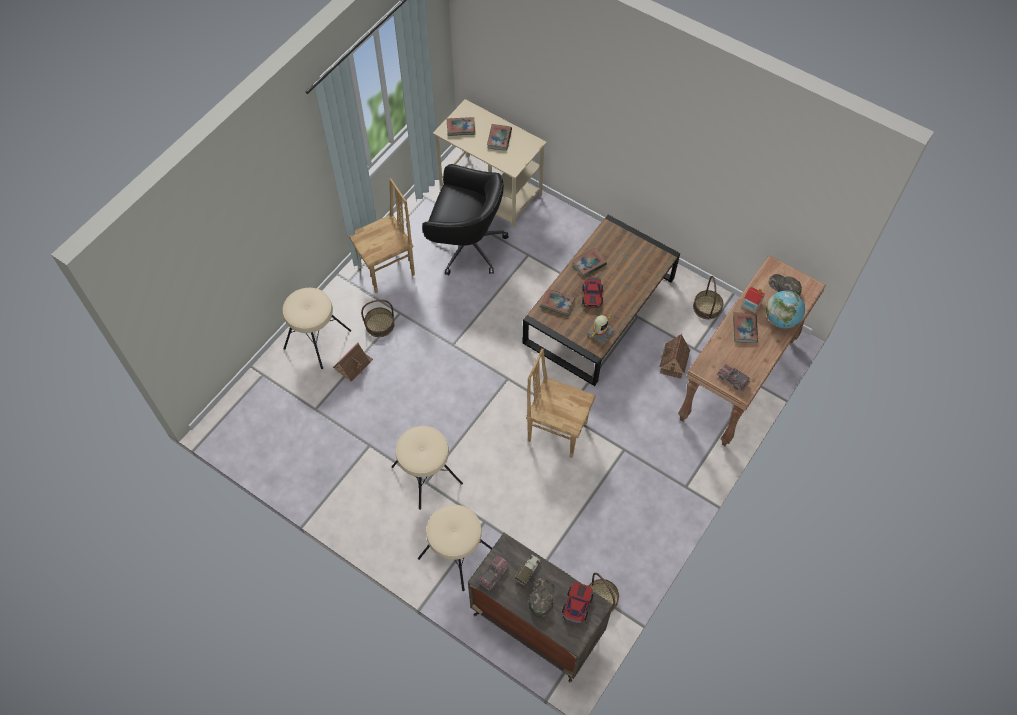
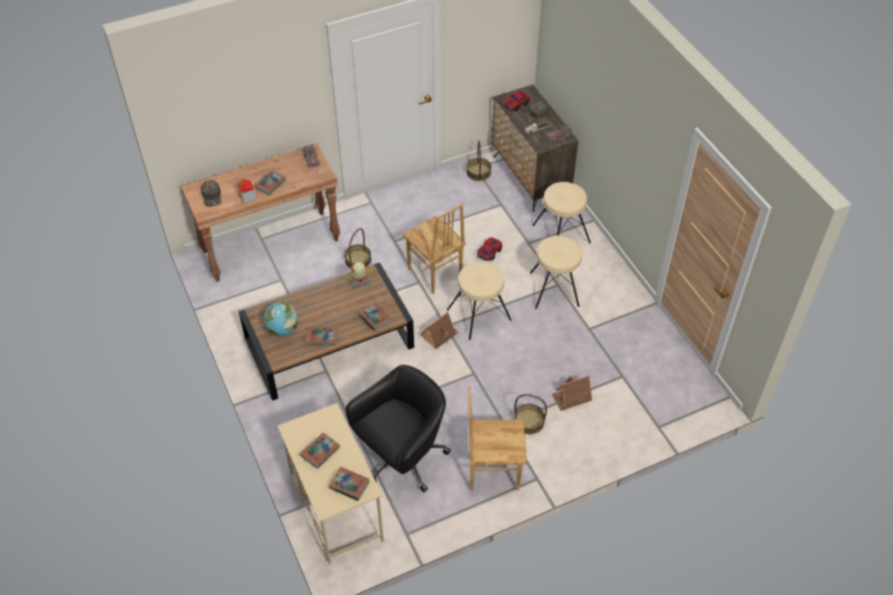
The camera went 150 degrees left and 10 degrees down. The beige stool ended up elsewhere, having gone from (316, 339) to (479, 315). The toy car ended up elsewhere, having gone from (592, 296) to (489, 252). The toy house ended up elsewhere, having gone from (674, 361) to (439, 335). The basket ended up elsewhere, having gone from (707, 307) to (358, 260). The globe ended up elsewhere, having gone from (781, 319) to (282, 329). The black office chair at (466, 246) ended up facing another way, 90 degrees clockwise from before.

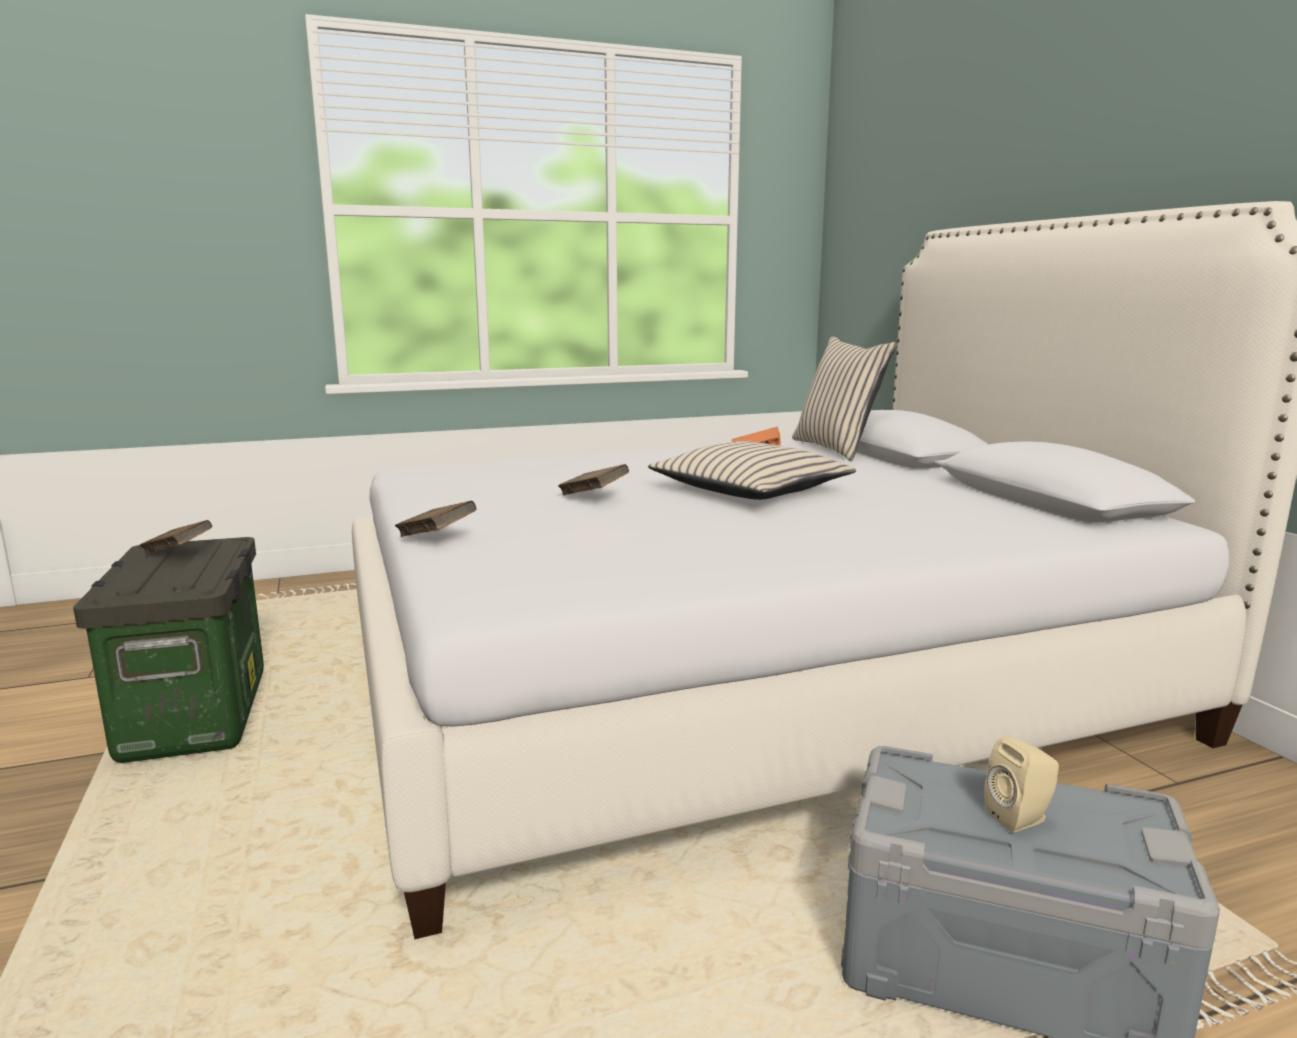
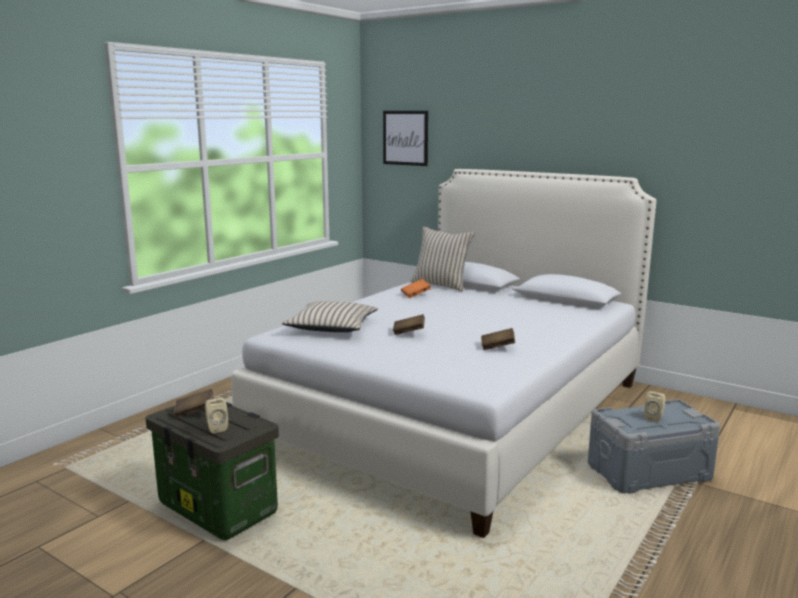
The camera went 35 degrees left and 0 degrees up. The second view gained the beige speaker at (216, 428). The second view gained the picture at (405, 138). The brown book ended up elsewhere, having gone from (436, 538) to (497, 347). The beige pillow ended up elsewhere, having gone from (750, 490) to (332, 327).

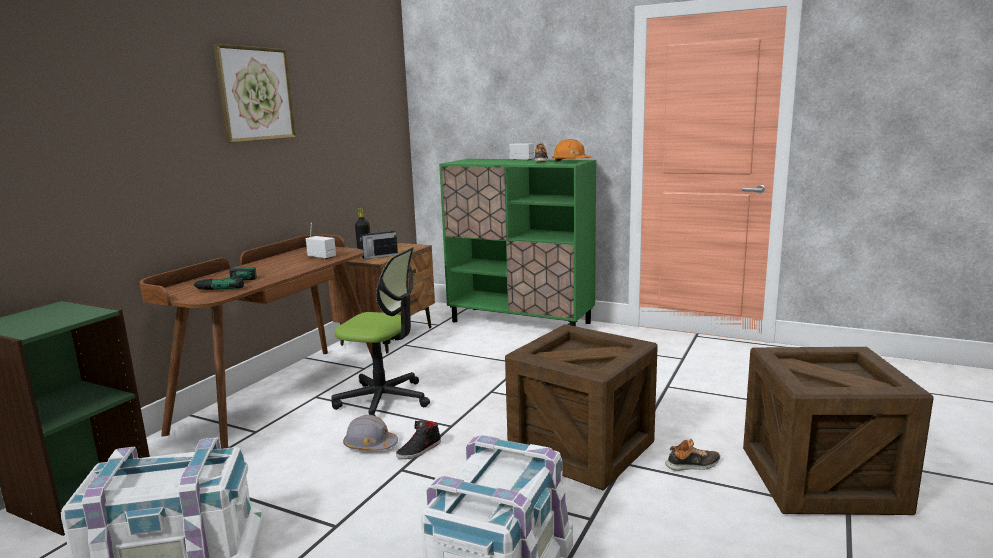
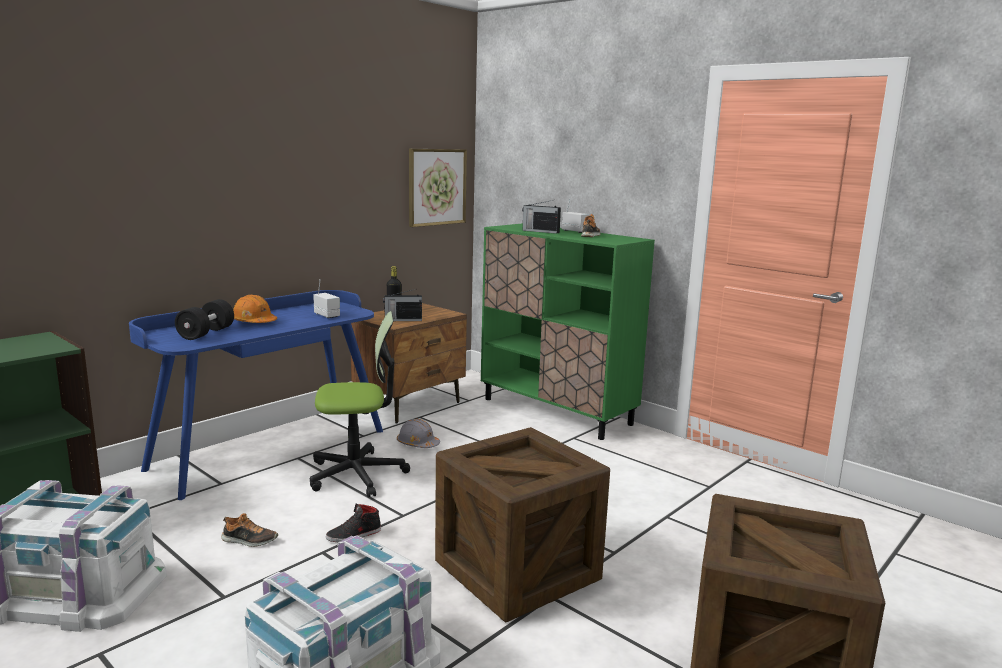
The camera went 15 degrees right and 0 degrees up. The second view gained the radio at (540, 231). The picture ended up elsewhere, having gone from (255, 94) to (437, 187). The grey hard hat ended up elsewhere, having gone from (370, 445) to (417, 444). The orange hard hat ended up elsewhere, having gone from (570, 161) to (254, 322). The shoe ended up elsewhere, having gone from (693, 465) to (249, 540). Where the power drill stood at (221, 285), the black dumbbell came to stand at (206, 333). What was the brown desk at (281, 394) turned into the blue desk at (269, 448). The office chair at (383, 400) ended up facing another way, 45 degrees counterclockwise from before.

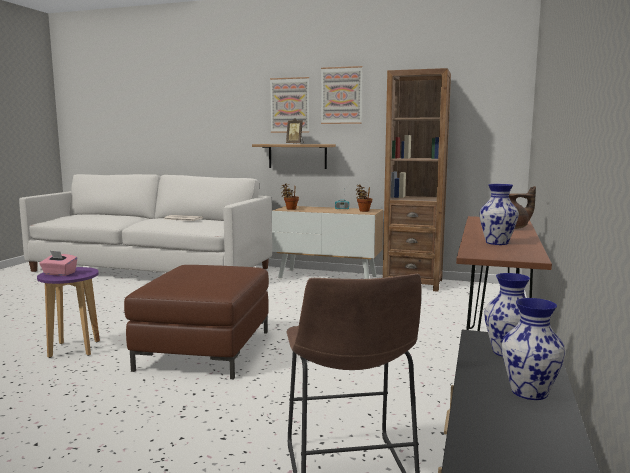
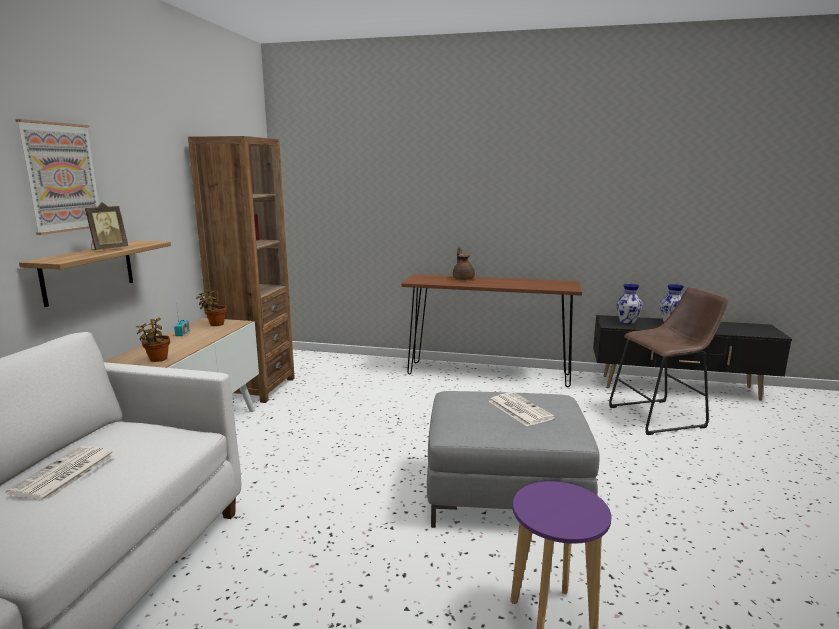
The camera went 95 degrees left and 5 degrees up. The second view lost the pink tissue box at (59, 273). The second view lost the picture at (341, 95). The second view lost the vase at (497, 243). The second view gained the newspaper at (519, 409). What was the brown ottoman at (205, 350) turned into the grey ottoman at (505, 494).

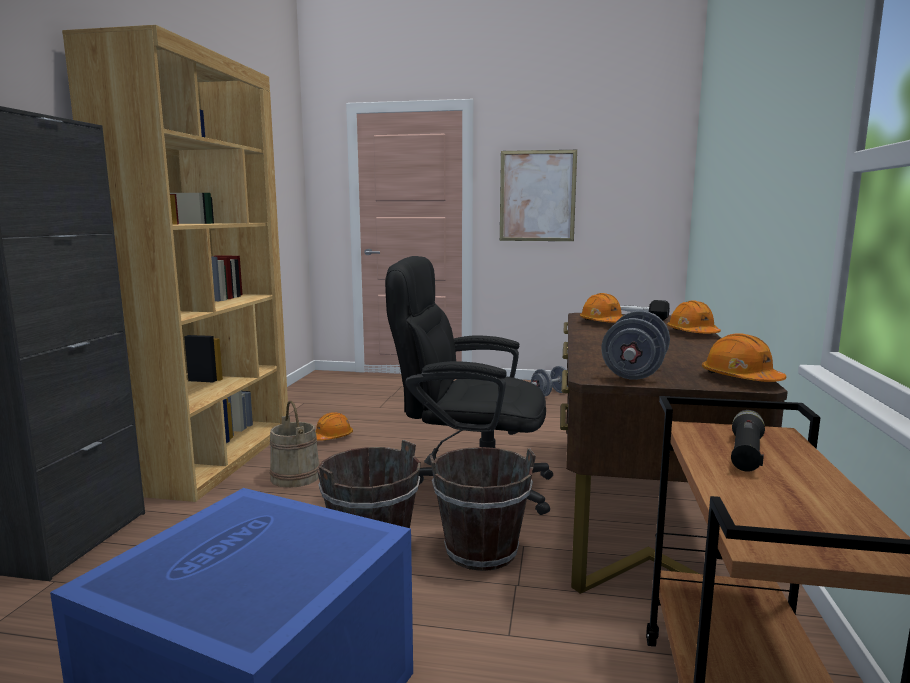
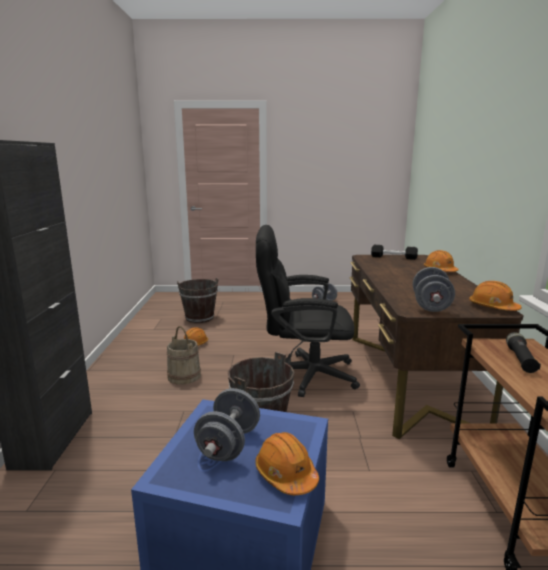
The camera went 10 degrees left and 5 degrees up. The second view lost the brown bookcase at (215, 459). The second view lost the picture at (537, 196). The second view gained the grey dumbbell at (228, 444). The brown bucket ended up elsewhere, having gone from (481, 551) to (199, 318). The orange hard hat ended up elsewhere, having gone from (602, 323) to (286, 474).

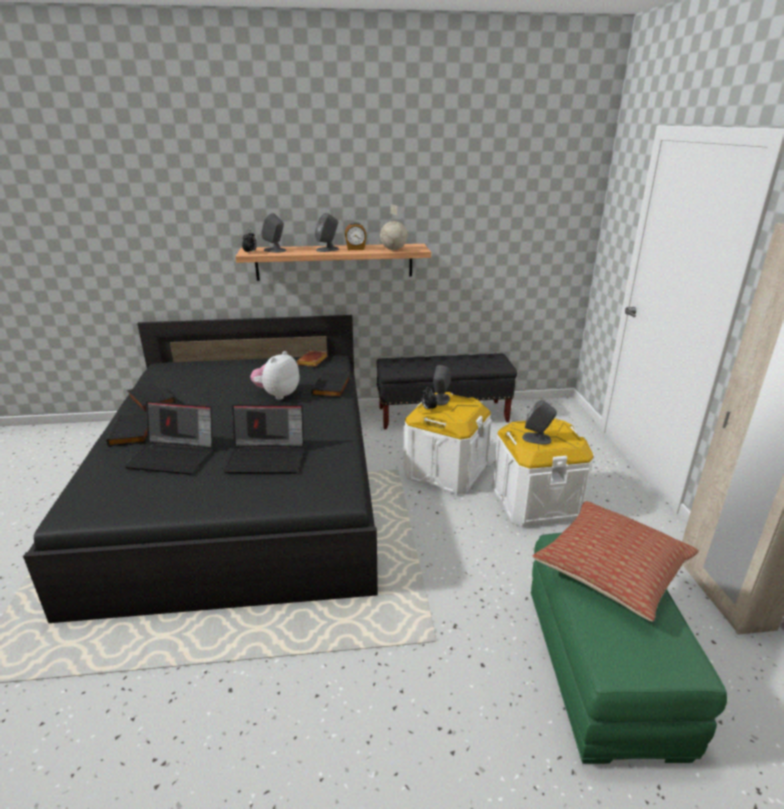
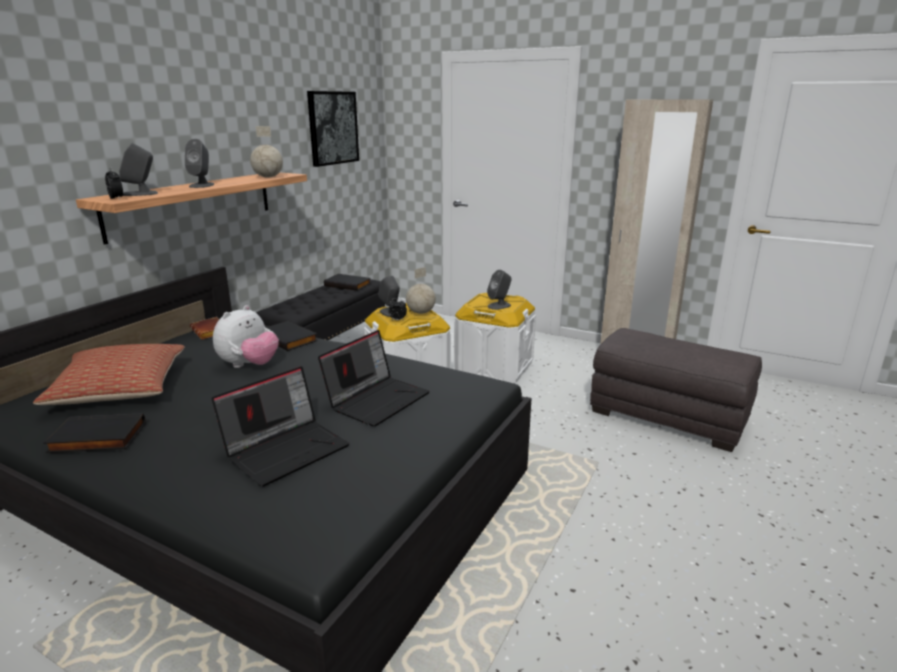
The camera went 55 degrees left and 5 degrees down. The second view lost the alarm clock at (356, 249). The second view gained the picture at (332, 128). The second view gained the globe at (421, 312). The black book ended up elsewhere, having gone from (133, 432) to (348, 284). The pillow ended up elsewhere, having gone from (611, 570) to (119, 389). What was the green ottoman at (603, 672) turned into the grey ottoman at (669, 416). The plush toy at (277, 395) ended up facing another way, 120 degrees counterclockwise from before.

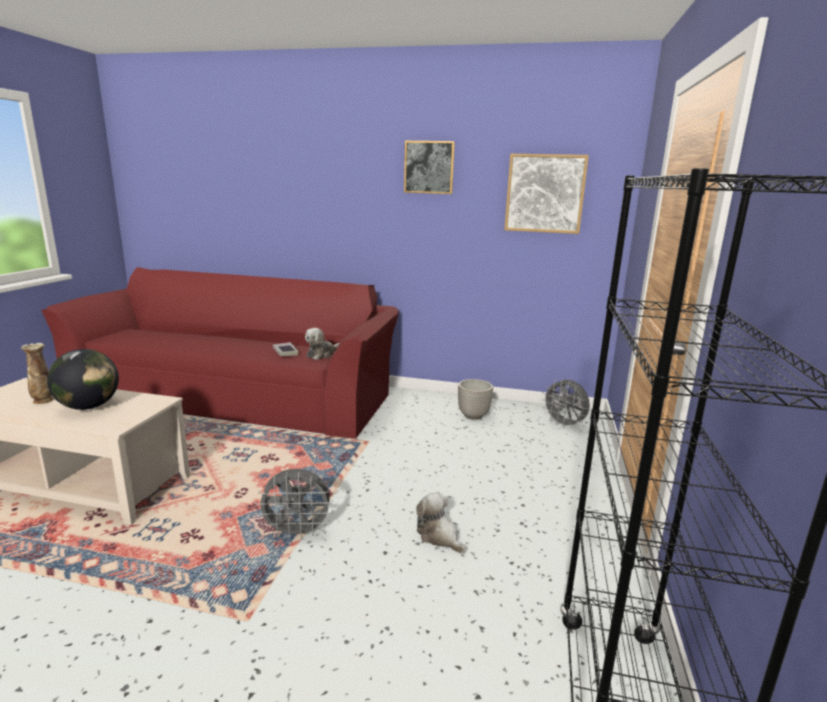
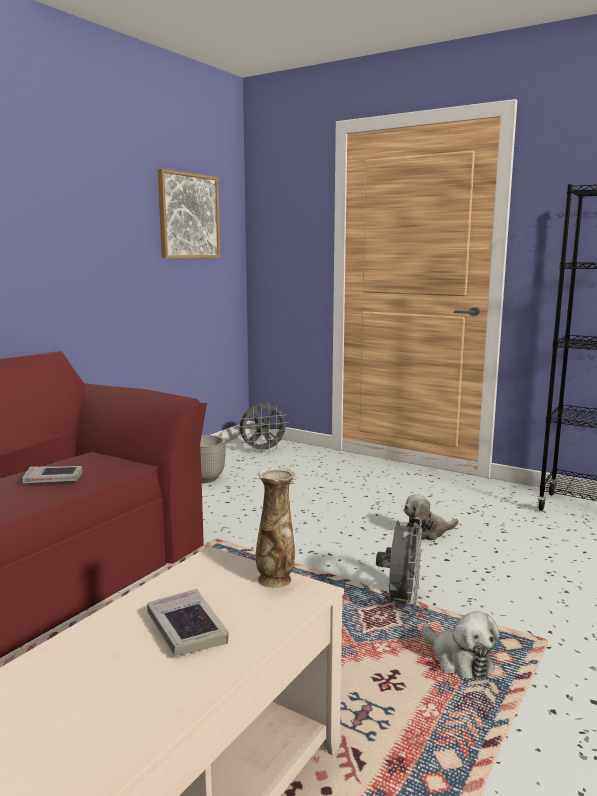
The camera went 70 degrees left and 5 degrees down. The second view lost the picture at (429, 167). The vase ended up elsewhere, having gone from (43, 401) to (276, 579). The plush toy ended up elsewhere, having gone from (321, 354) to (459, 660). Where the globe stood at (89, 407), the book came to stand at (186, 629).

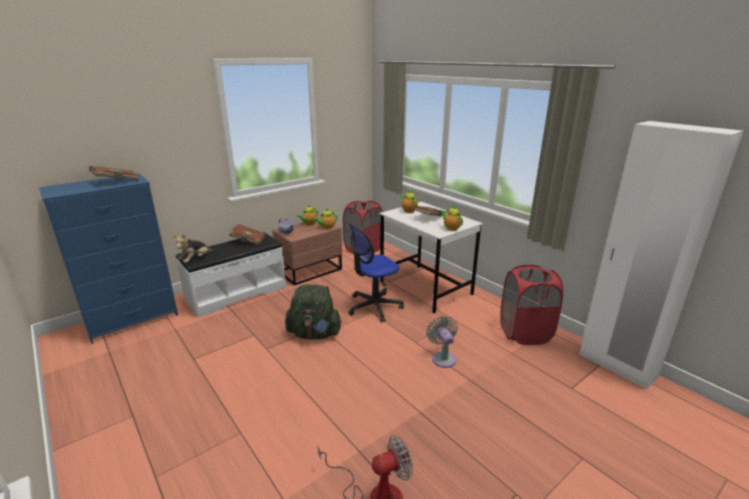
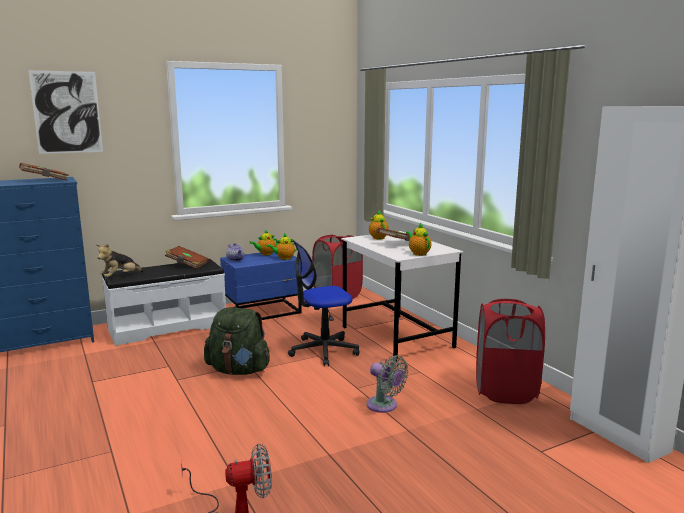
The camera went 10 degrees right and 10 degrees down. The second view gained the picture at (67, 112). What was the brown nightstand at (311, 271) turned into the blue nightstand at (263, 312). The grey fan at (443, 358) ended up facing another way, 135 degrees clockwise from before.

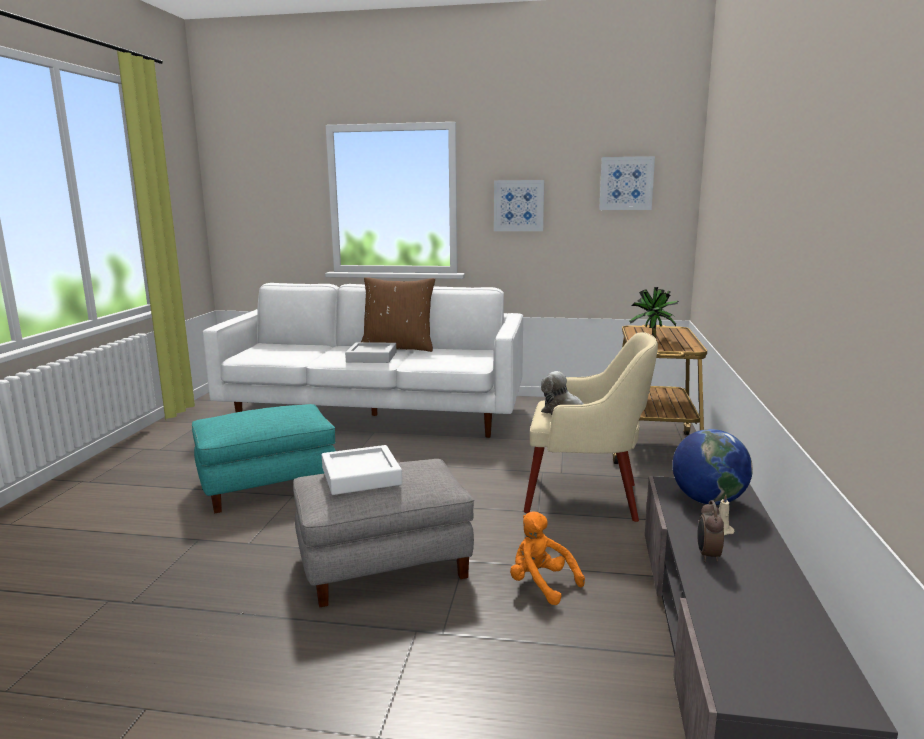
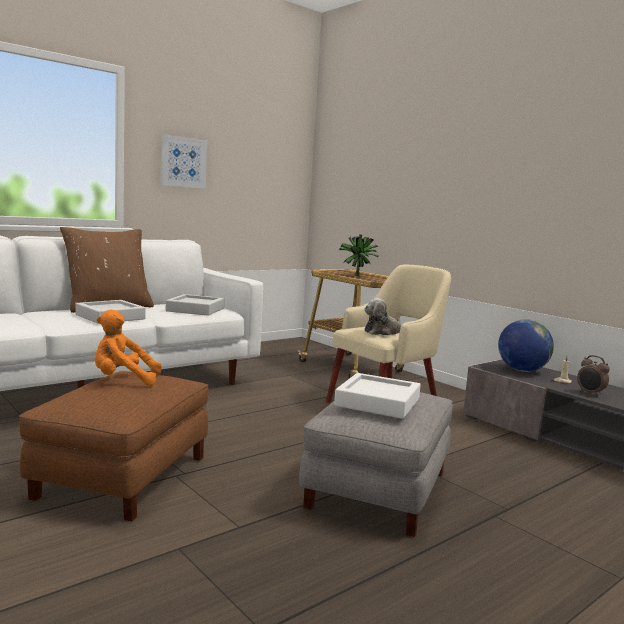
The camera went 50 degrees left and 5 degrees down. The second view lost the picture at (626, 183). The second view gained the grey tray at (195, 310). The orange plush toy ended up elsewhere, having gone from (541, 584) to (123, 380). What was the turquoise ottoman at (268, 484) turned into the brown ottoman at (122, 476).

